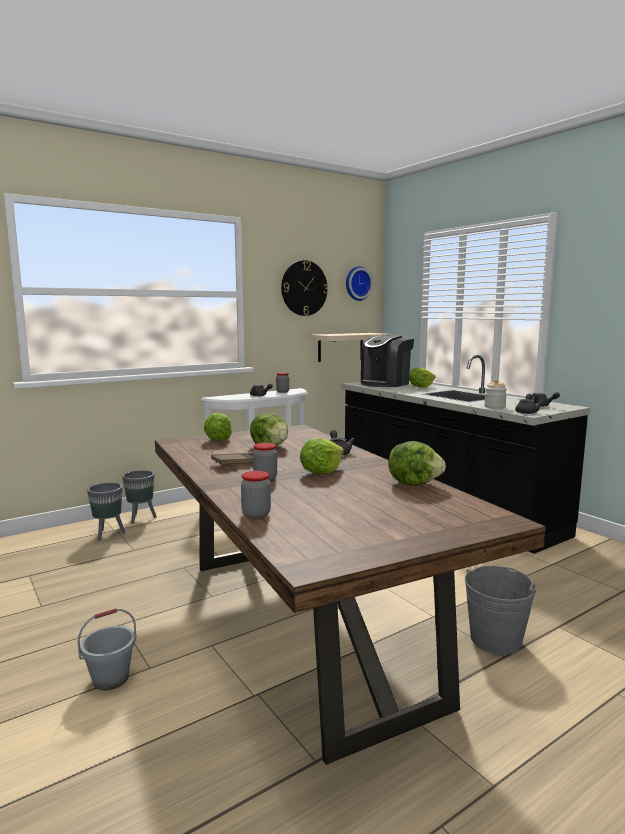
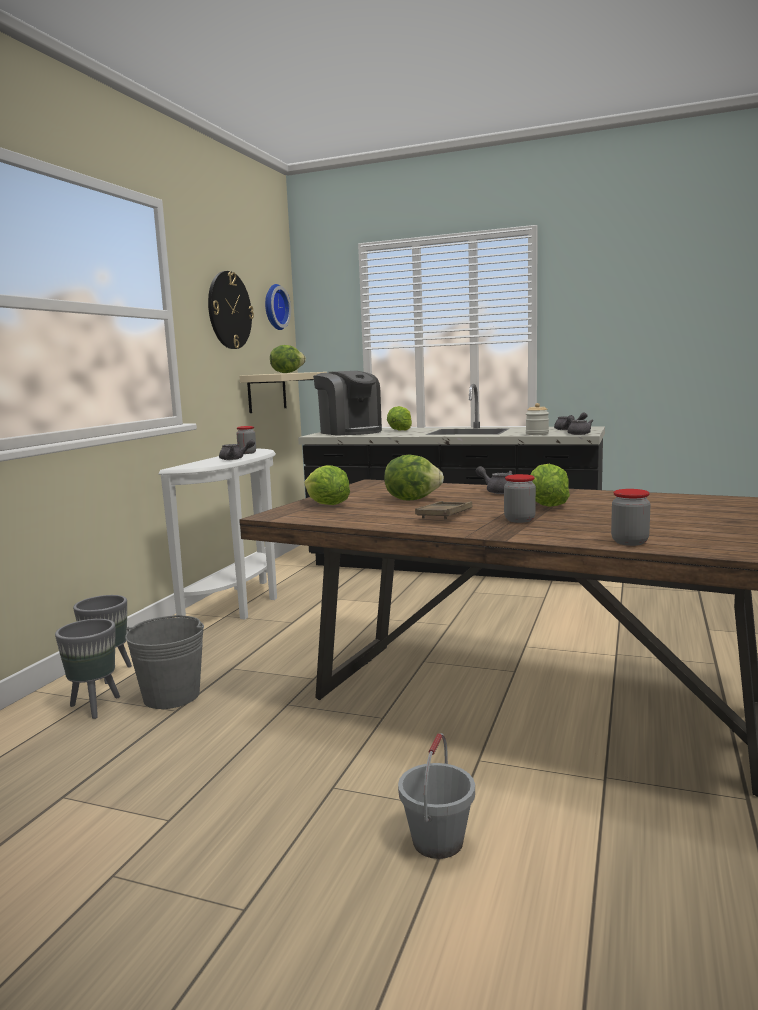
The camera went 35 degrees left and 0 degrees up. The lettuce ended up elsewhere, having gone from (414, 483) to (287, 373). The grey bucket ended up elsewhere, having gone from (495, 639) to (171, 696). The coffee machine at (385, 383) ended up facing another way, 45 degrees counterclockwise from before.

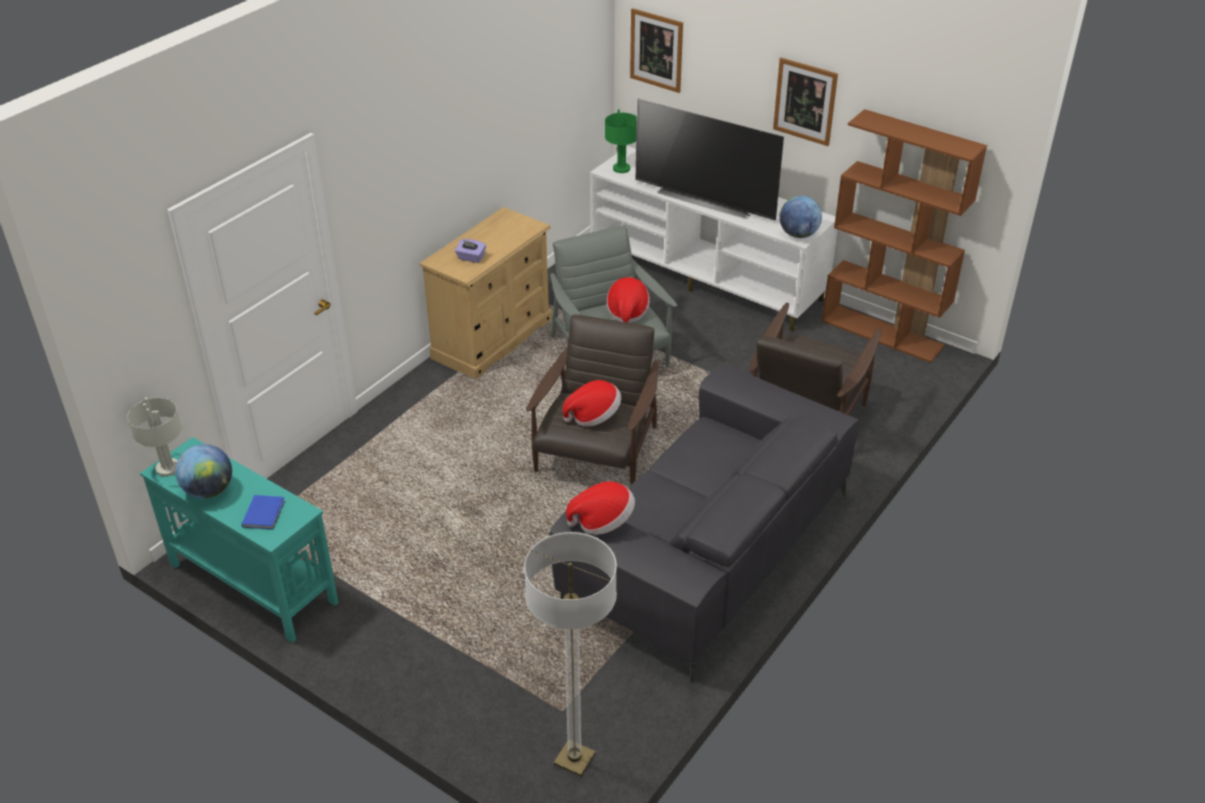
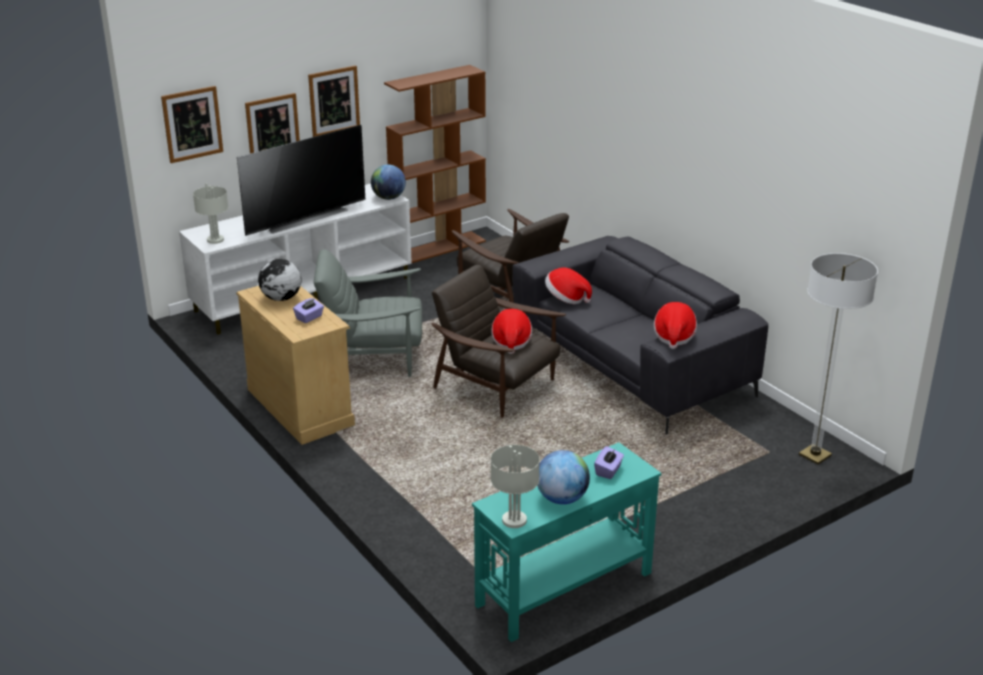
The camera went 70 degrees left and 10 degrees down. The second view gained the picture at (273, 129). The second view gained the globe at (281, 298). The hat ended up elsewhere, having gone from (627, 312) to (566, 298). Where the blue book stood at (265, 513), the purple tissue box came to stand at (608, 471). What was the green table lamp at (622, 168) turned into the grey table lamp at (215, 240).

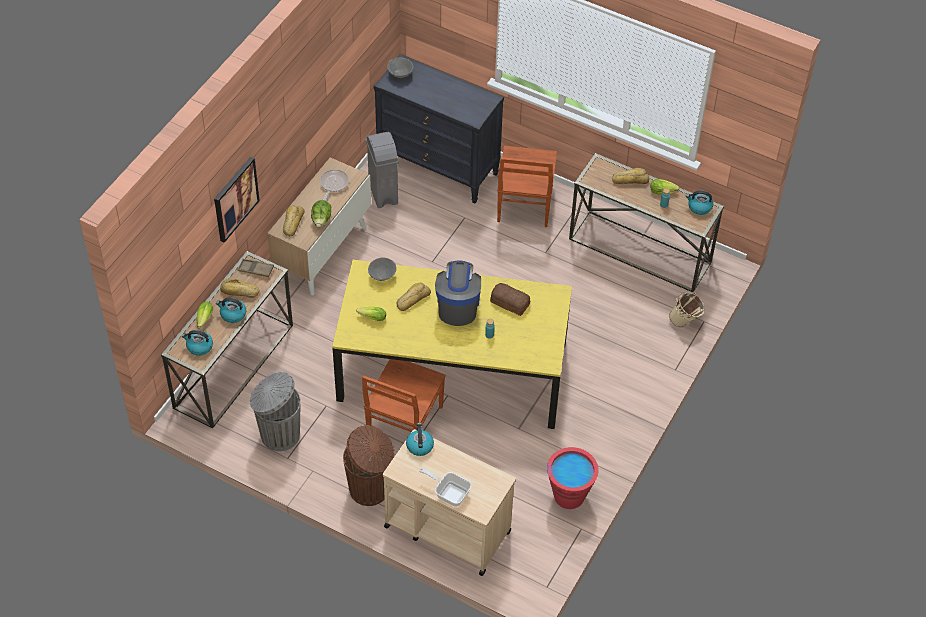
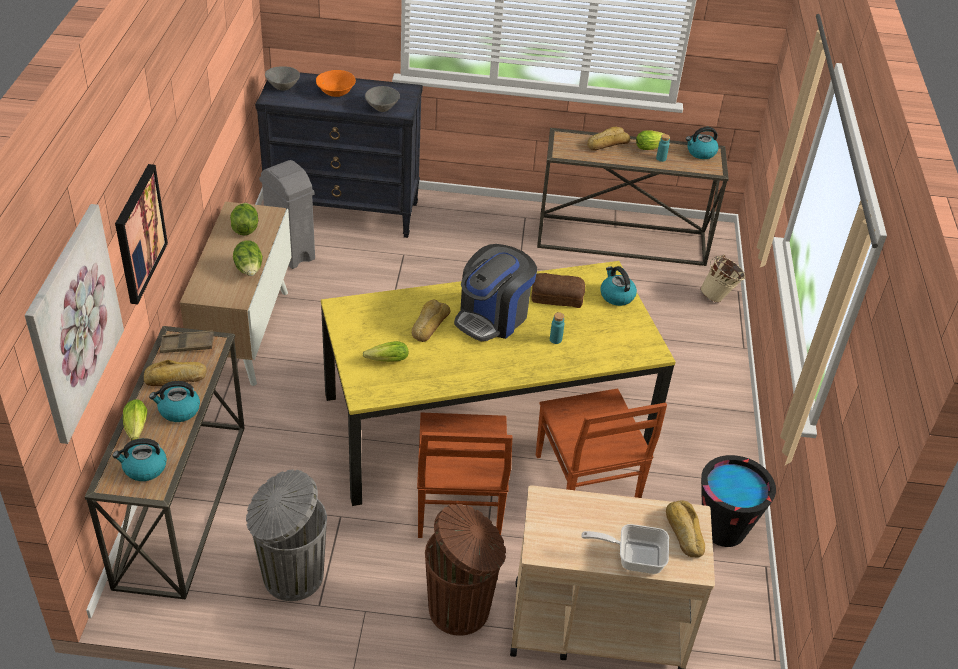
The camera went 25 degrees left and 10 degrees down. The second view gained the picture at (74, 322). The second view gained the orange bowl at (336, 92). The bread ended up elsewhere, having gone from (292, 222) to (683, 532). The grey bowl ended up elsewhere, having gone from (382, 276) to (381, 108). The kettle ended up elsewhere, having gone from (419, 445) to (616, 296). The brown chair ended up elsewhere, having gone from (524, 204) to (586, 483). Where the frying pan stood at (333, 184), the lettuce came to stand at (245, 228). What was the red bucket at (569, 496) turned into the black bucket at (723, 529). The coffee machine at (457, 305) ended up facing another way, 120 degrees counterclockwise from before.

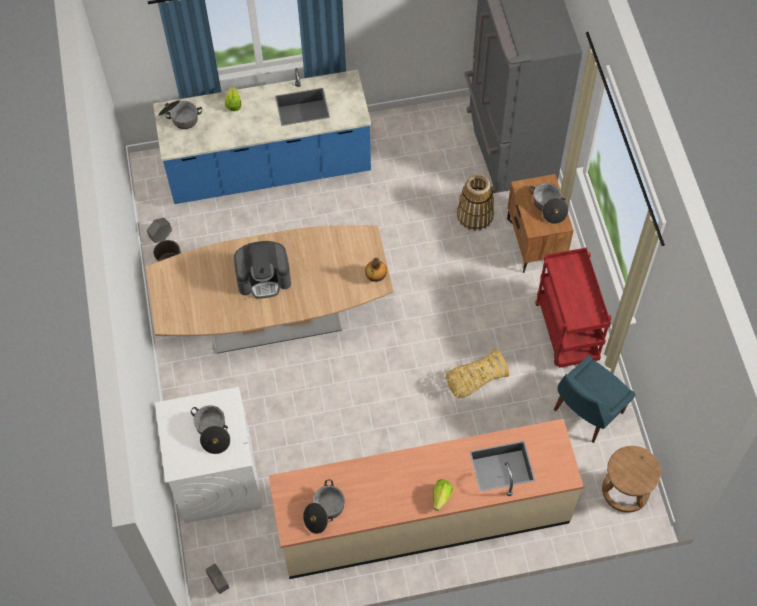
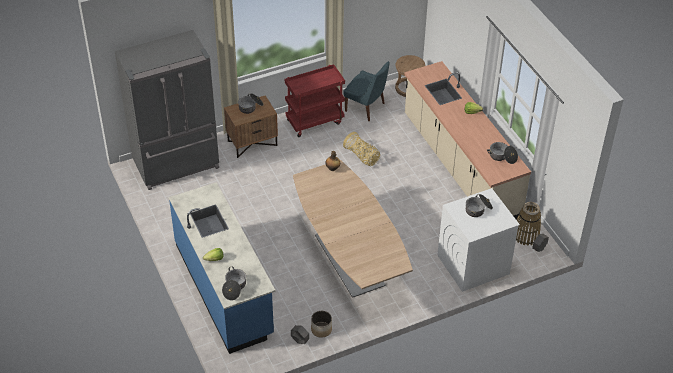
The camera went 105 degrees left and 15 degrees down. The second view lost the coffee machine at (264, 278). The basket ended up elsewhere, having gone from (475, 215) to (526, 235).

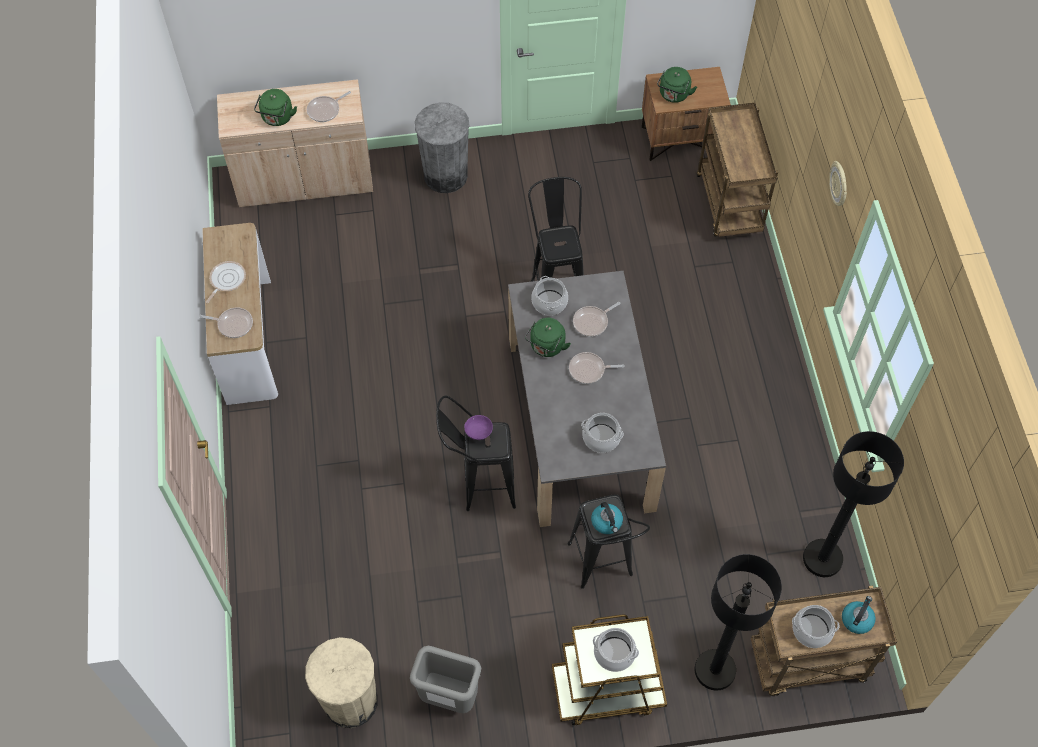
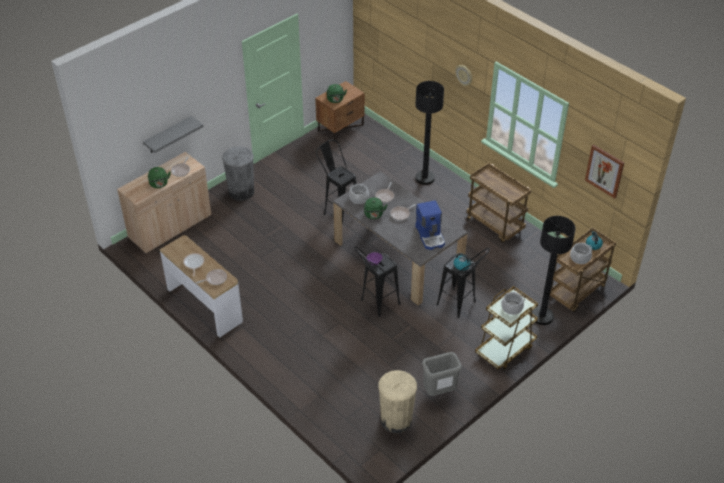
The camera went 35 degrees left and 15 degrees down. The second view gained the grey shelf at (168, 135). The second view gained the picture at (605, 171). The brown cart ended up elsewhere, having gone from (730, 205) to (495, 225). The black floor lamp ended up elsewhere, having gone from (822, 558) to (425, 178). Where the cooking pot stood at (601, 438), the coffee machine came to stand at (430, 236).

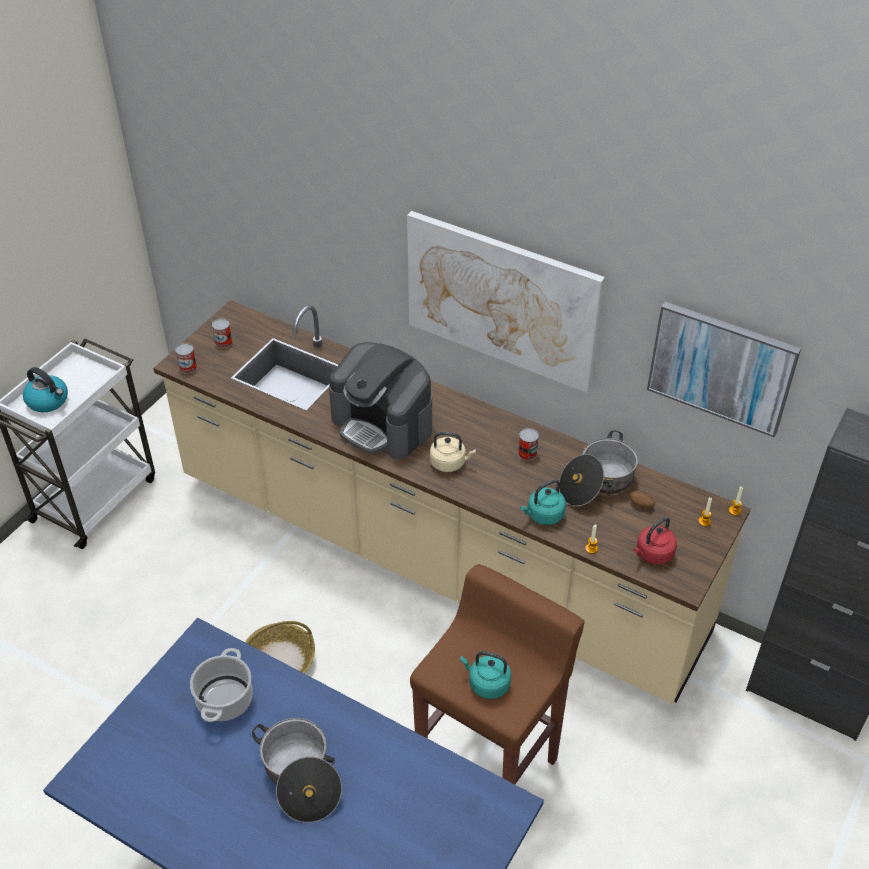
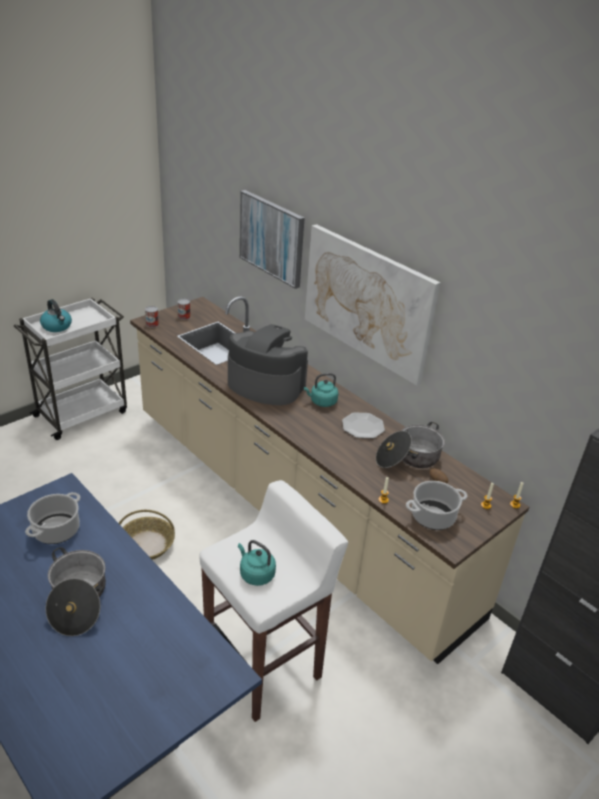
The camera went 15 degrees right and 10 degrees down. The second view lost the beige kettle at (449, 463). The turquoise kettle ended up elsewhere, having gone from (543, 515) to (322, 402). The picture ended up elsewhere, having gone from (721, 367) to (272, 238). Where the can stood at (527, 453), the plate came to stand at (363, 427). Where the red kettle stood at (653, 554), the cooking pot came to stand at (432, 517). What was the brown stool at (489, 767) turned into the white stool at (265, 666). The coffee machine at (383, 424) ended up facing another way, 150 degrees clockwise from before.

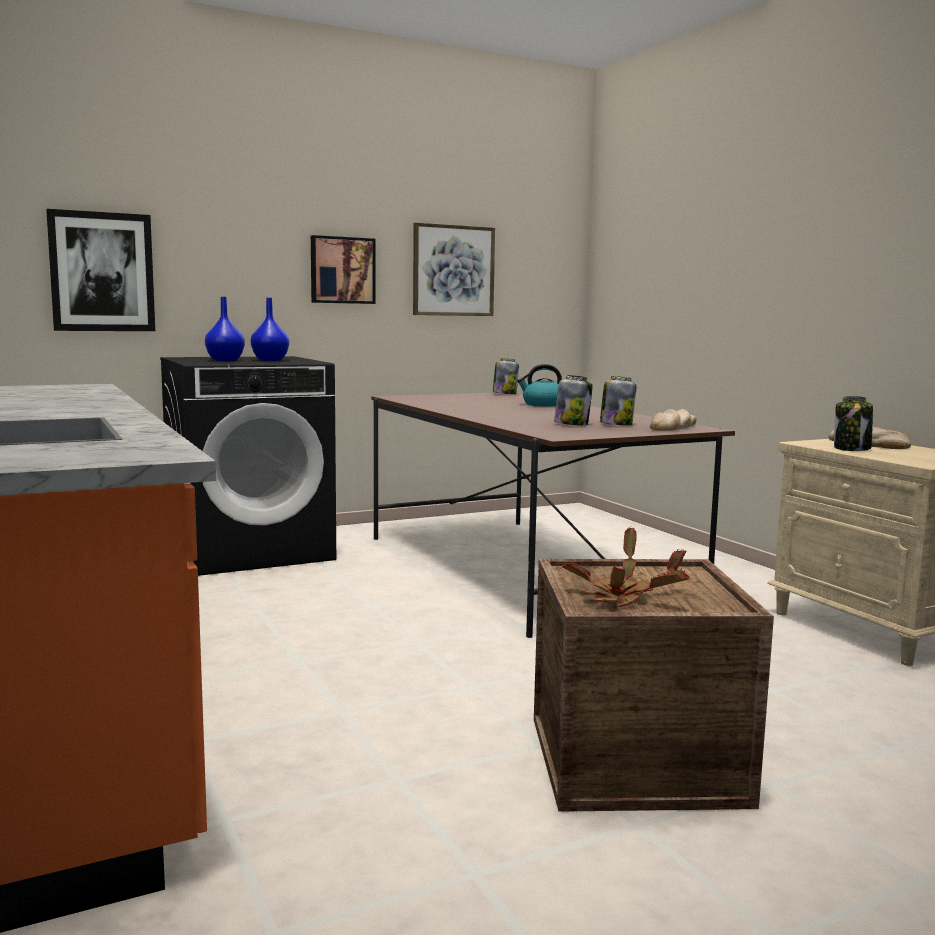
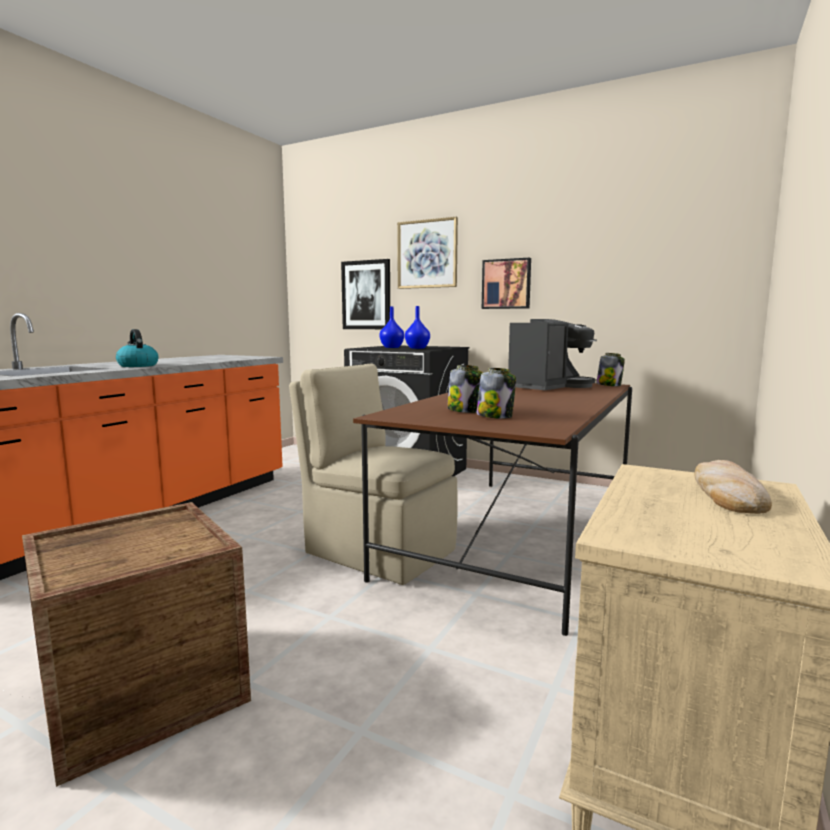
The camera went 55 degrees right and 0 degrees up. The second view lost the potted plant at (624, 596). The second view lost the bread at (673, 426). The second view lost the jar at (852, 449). The second view gained the beige chair at (378, 550). The second view gained the coffee machine at (548, 386). The picture ended up elsewhere, having gone from (453, 270) to (427, 254). The kettle ended up elsewhere, having gone from (542, 404) to (137, 365).

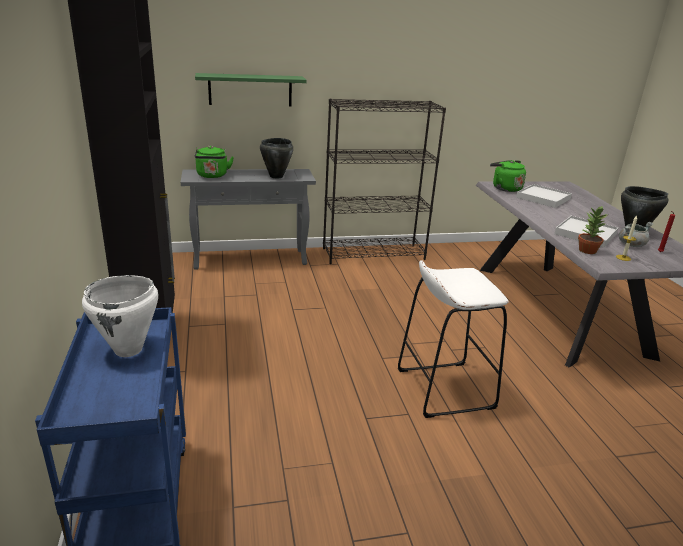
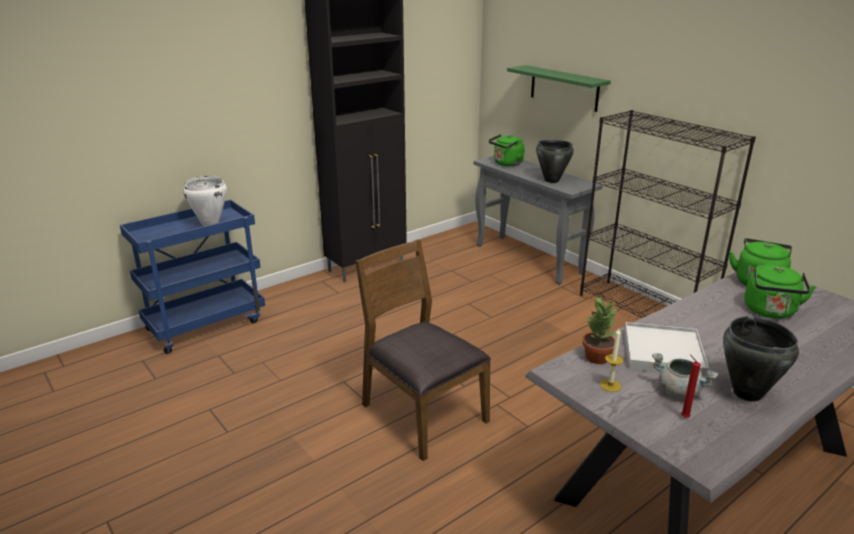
The camera went 65 degrees right and 0 degrees up. Where the white stool stood at (444, 388), the brown chair came to stand at (422, 413). Where the white tray stood at (543, 198), the green kettle came to stand at (770, 312).

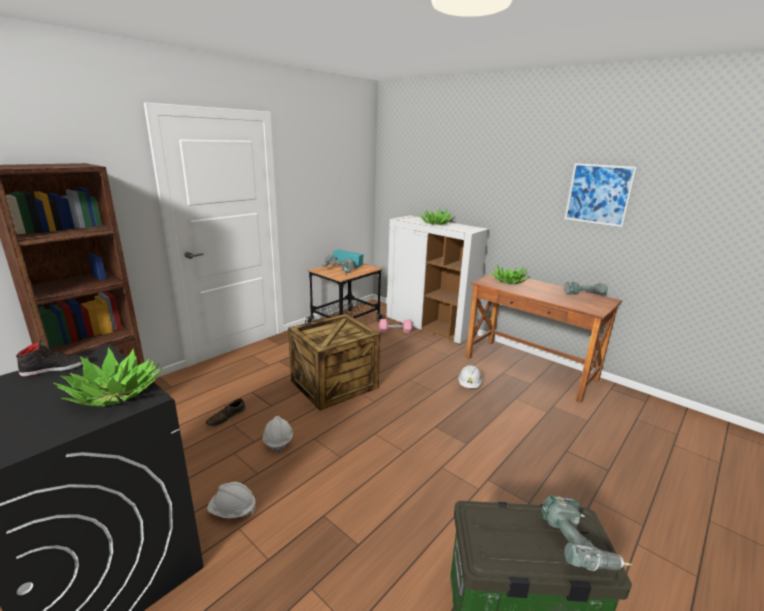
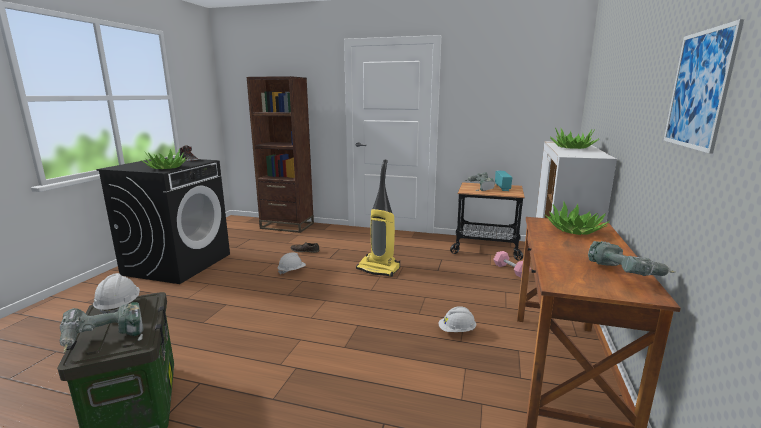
The camera went 65 degrees right and 5 degrees down. The white hard hat ended up elsewhere, having gone from (232, 510) to (119, 306). Where the crate stood at (334, 384), the vacuum cleaner came to stand at (379, 269).

